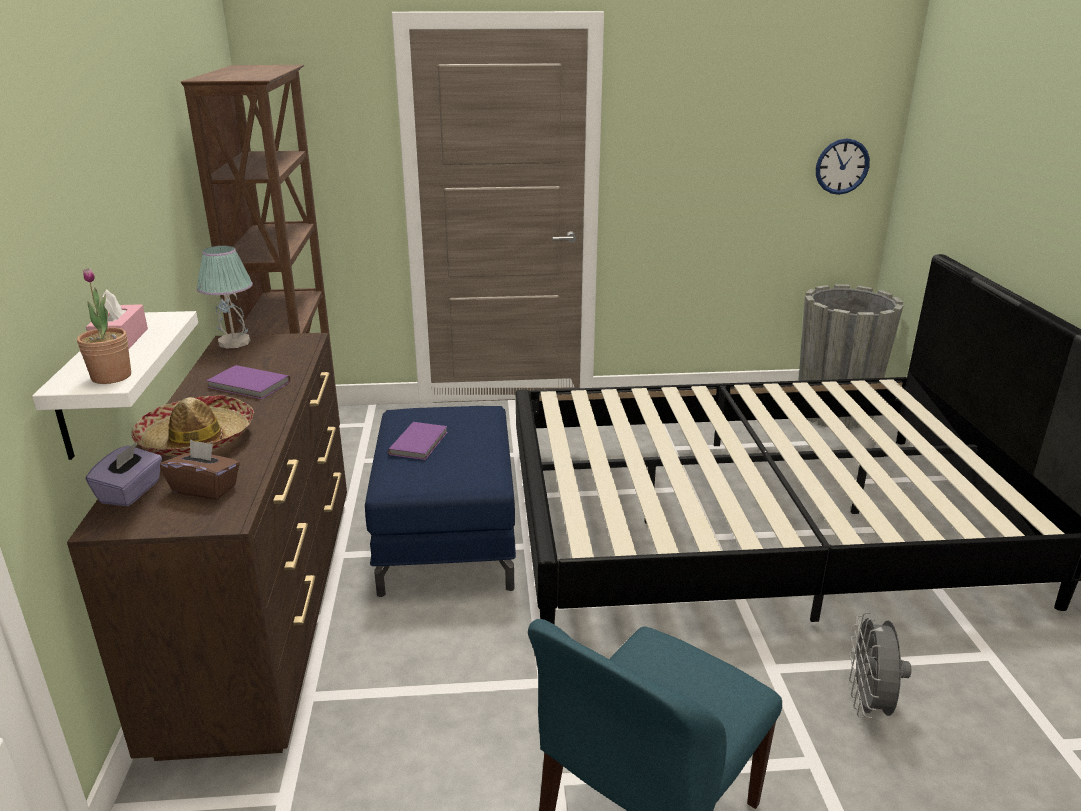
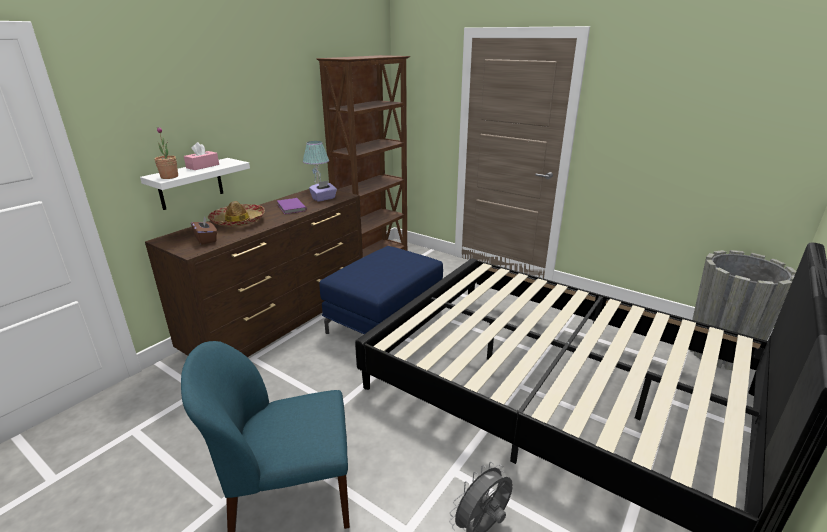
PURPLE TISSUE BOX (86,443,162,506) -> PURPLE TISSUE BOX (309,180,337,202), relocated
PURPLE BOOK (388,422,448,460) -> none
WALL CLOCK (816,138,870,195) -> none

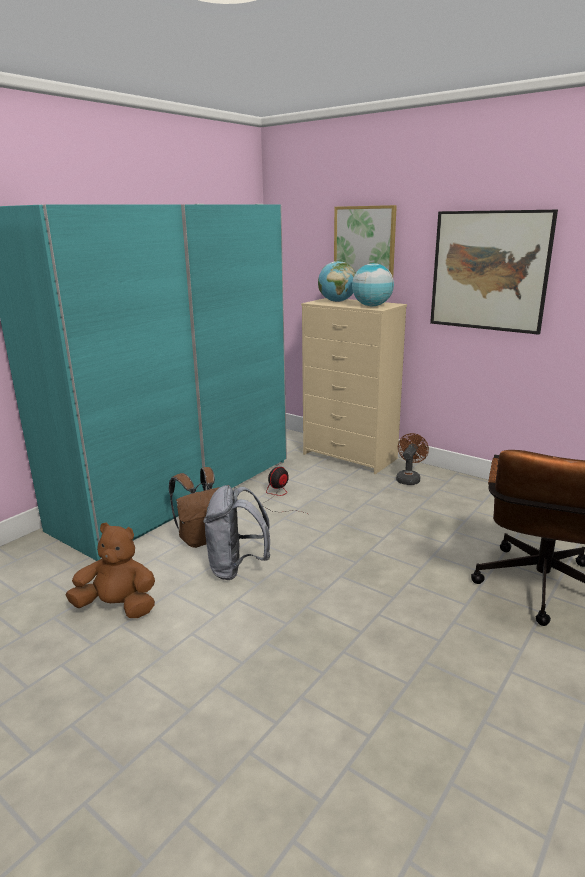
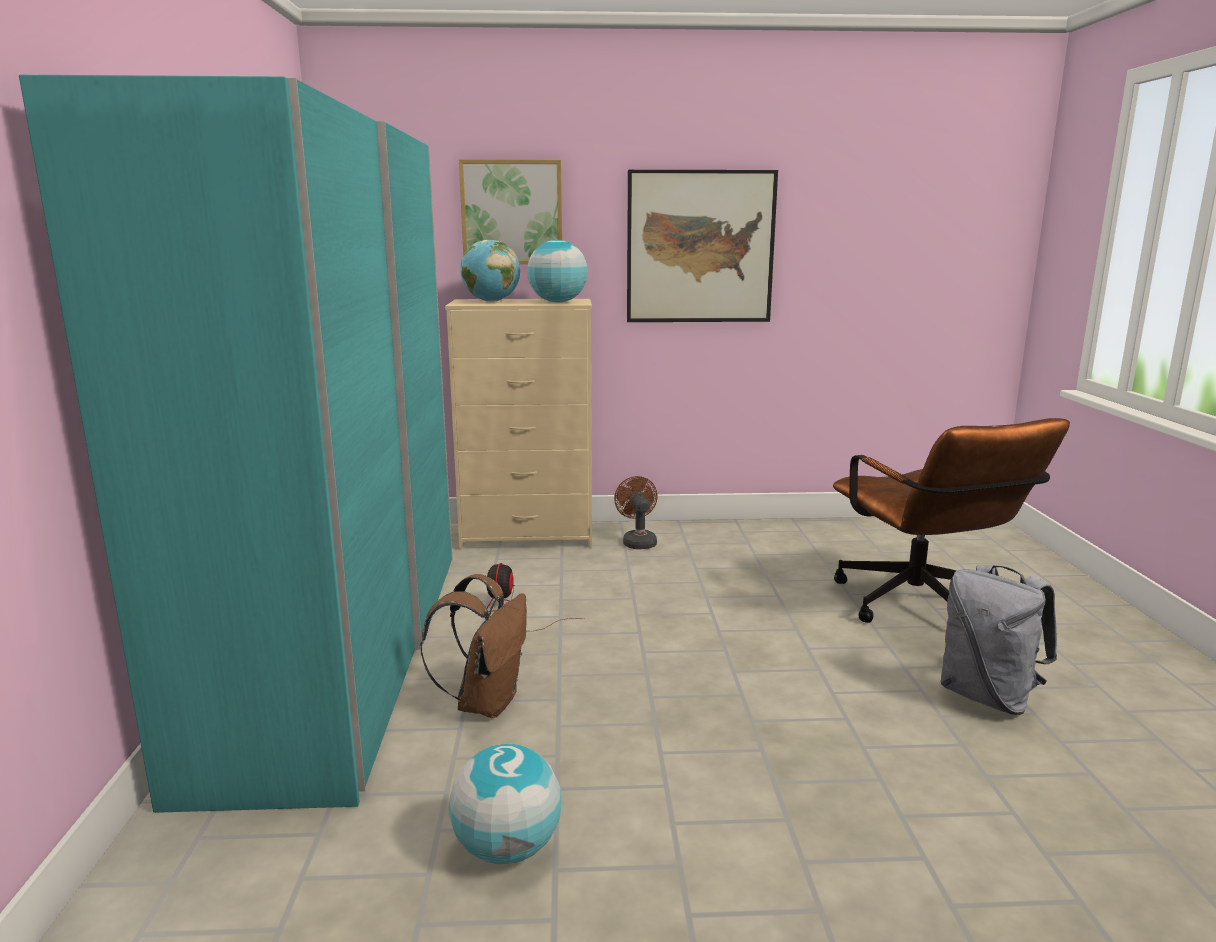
BROWN PLUSH TOY (66,523,155,618) -> GLOBE (449,744,561,864)
GREY BACKPACK (203,485,270,580) -> GREY BACKPACK (940,565,1057,715), relocated

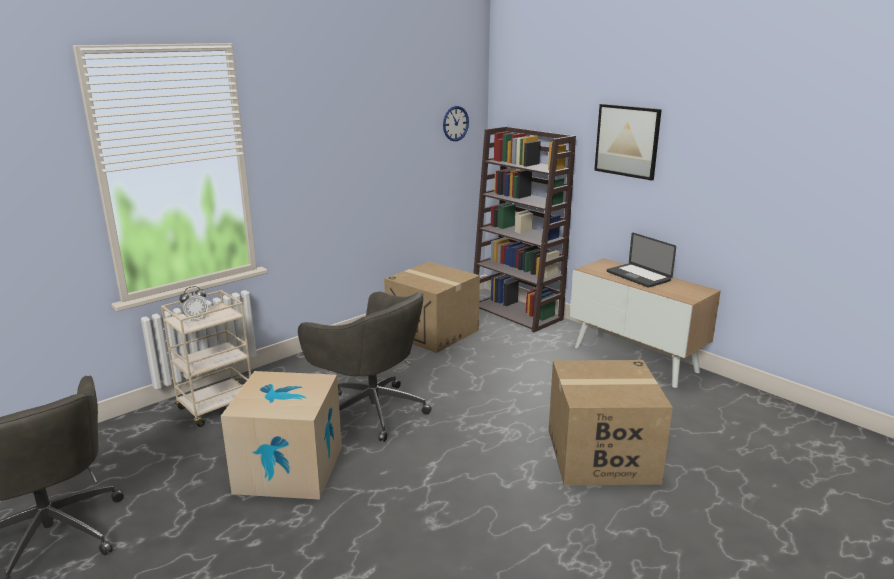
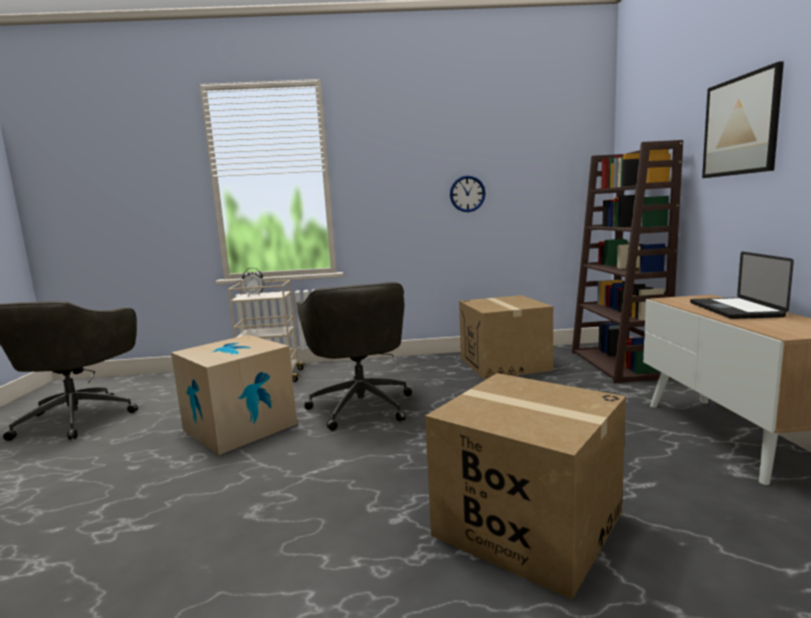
WALL CLOCK (443,106,469,141) -> WALL CLOCK (450,175,485,212), relocated

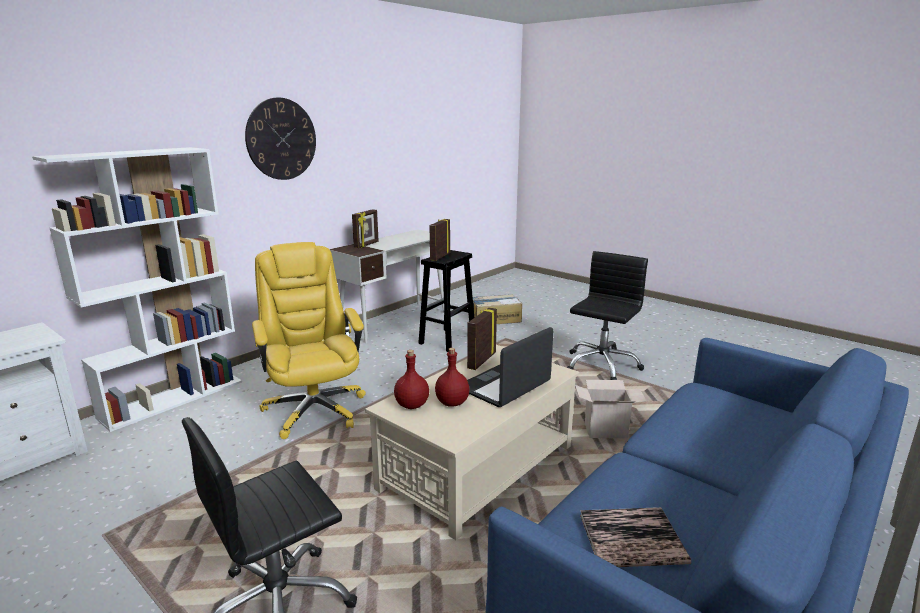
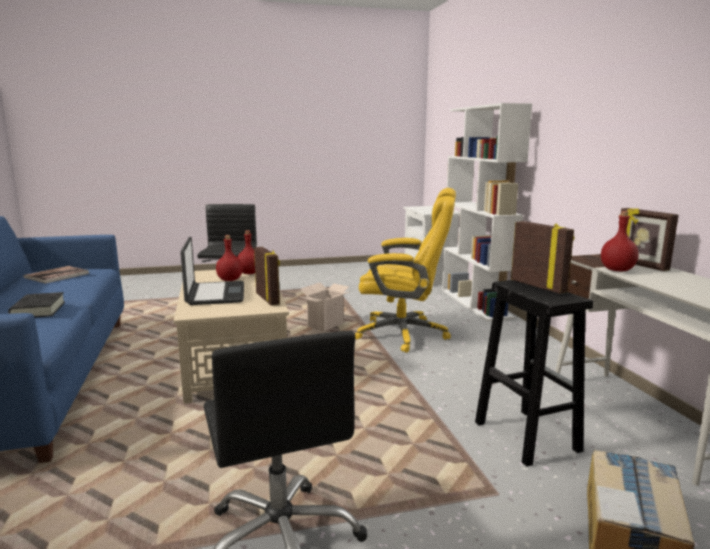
WALL CLOCK (245,98,316,180) -> none
CARDBOARD BOX (575,380,647,439) -> CARDBOARD BOX (300,282,351,331), relocated
none -> BLACK BOOK (8,292,65,318)
none -> RED BOTTLE (601,211,639,271)

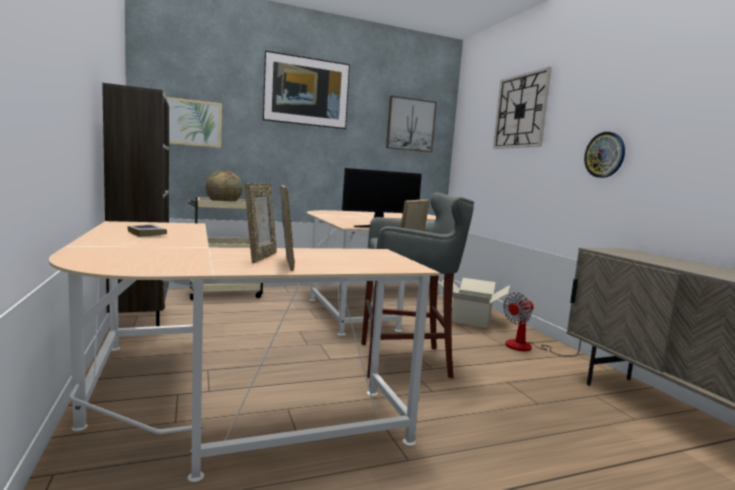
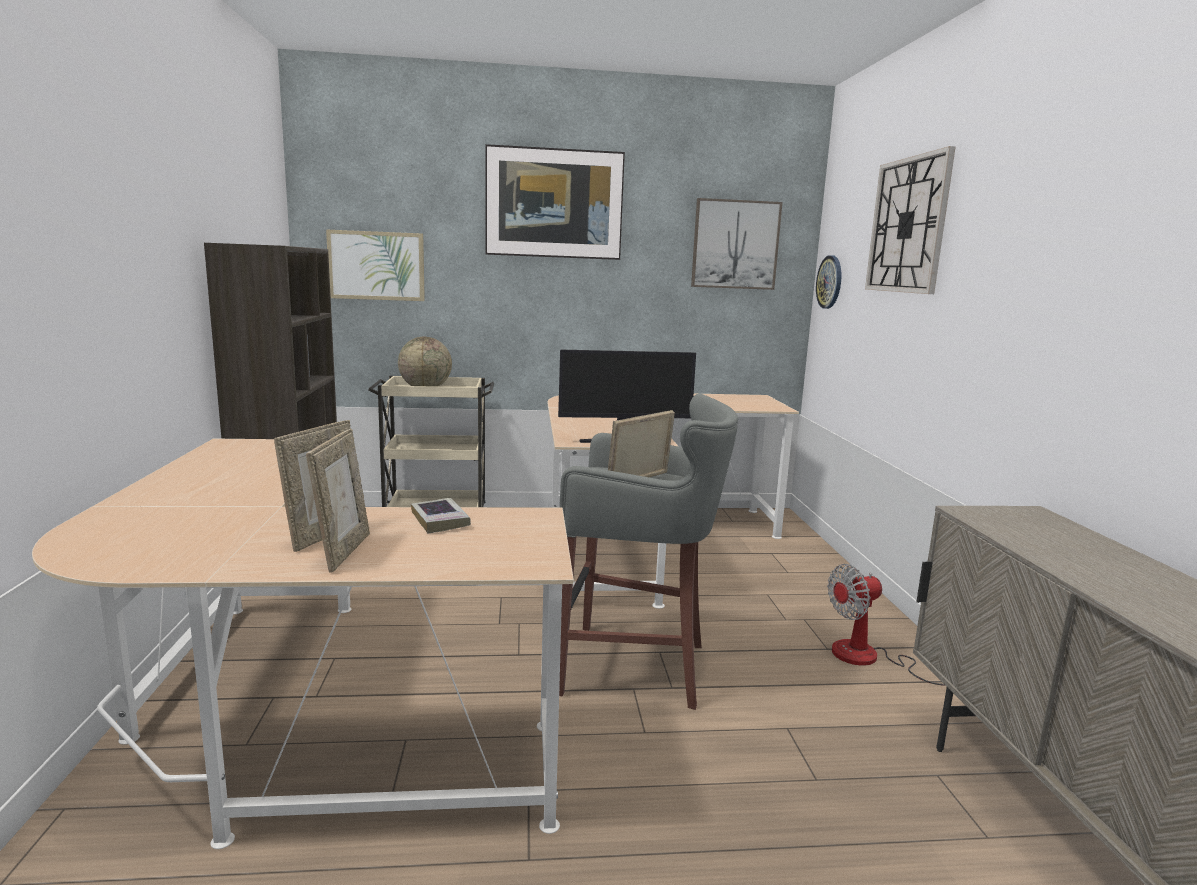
BOOK (127,224,167,237) -> BOOK (411,498,471,533), relocated
CARDBOARD BOX (440,278,510,328) -> none
WALL CLOCK (584,132,625,178) -> WALL CLOCK (816,255,841,309), relocated

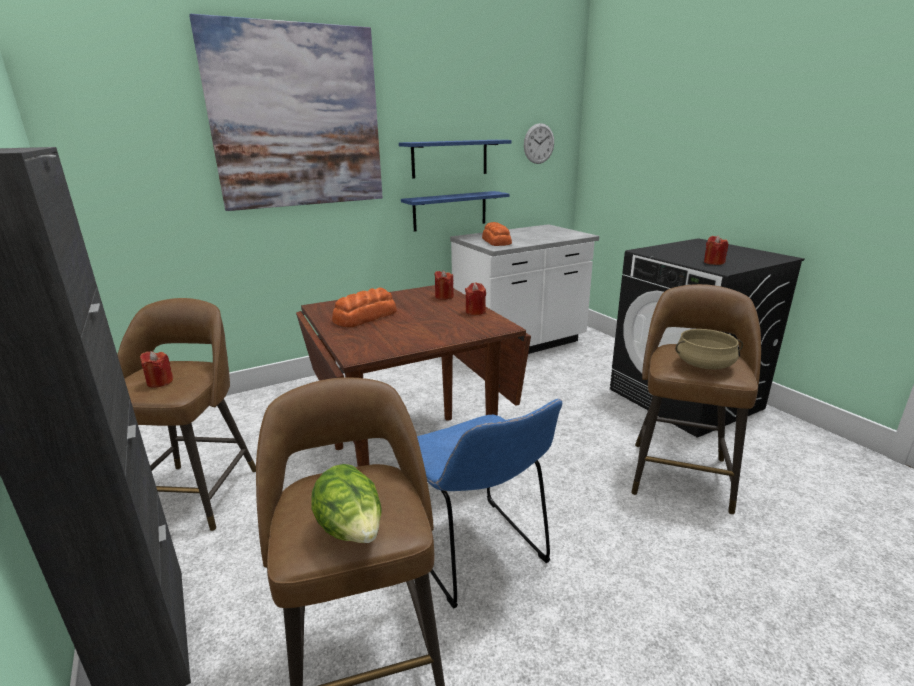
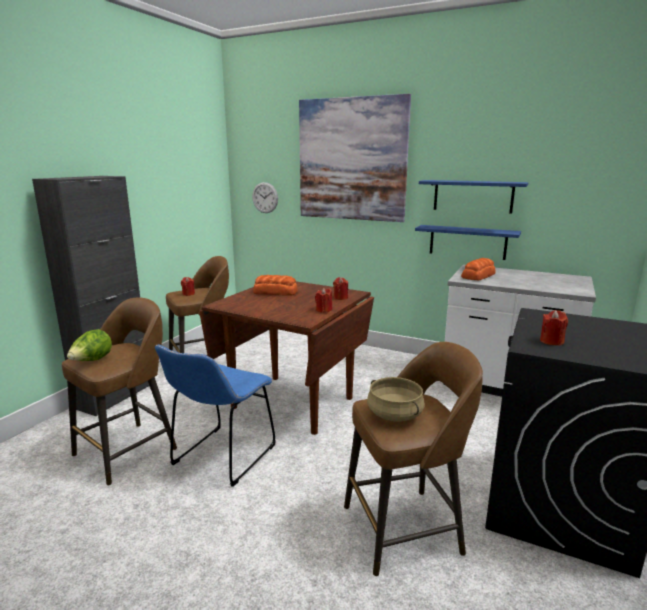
WALL CLOCK (524,123,554,164) -> WALL CLOCK (252,182,278,213), relocated

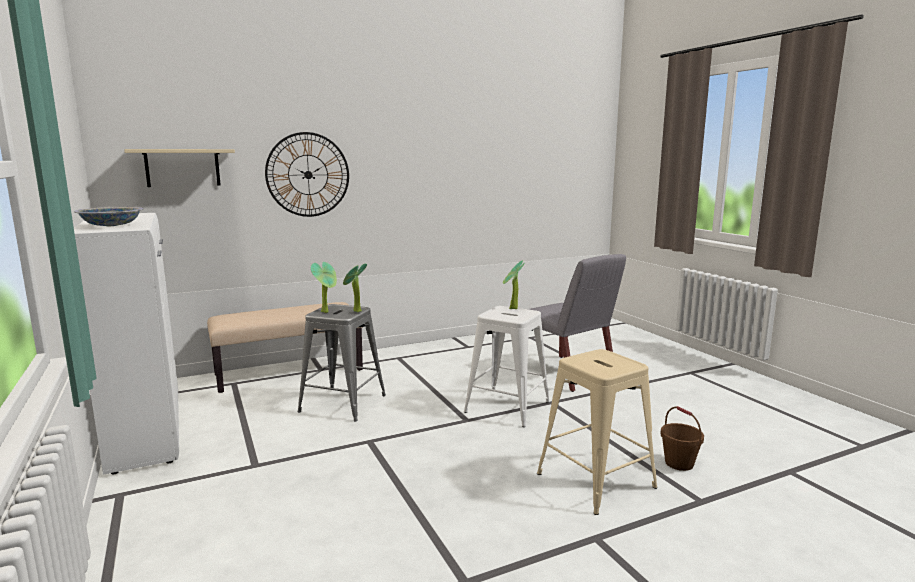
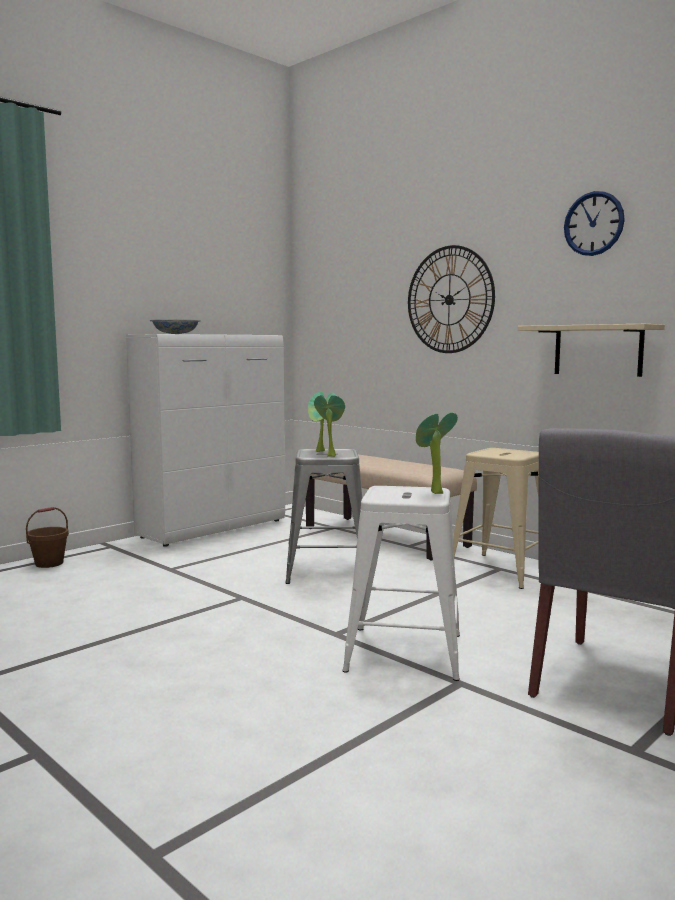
BEIGE SHELF (124,149,235,187) -> BEIGE SHELF (518,324,665,377), relocated
BEIGE STOOL (537,349,657,515) -> BEIGE STOOL (453,448,539,589), relocated
BROWN BUCKET (660,406,704,471) -> BROWN BUCKET (26,507,69,568), relocated
none -> WALL CLOCK (564,191,625,256)

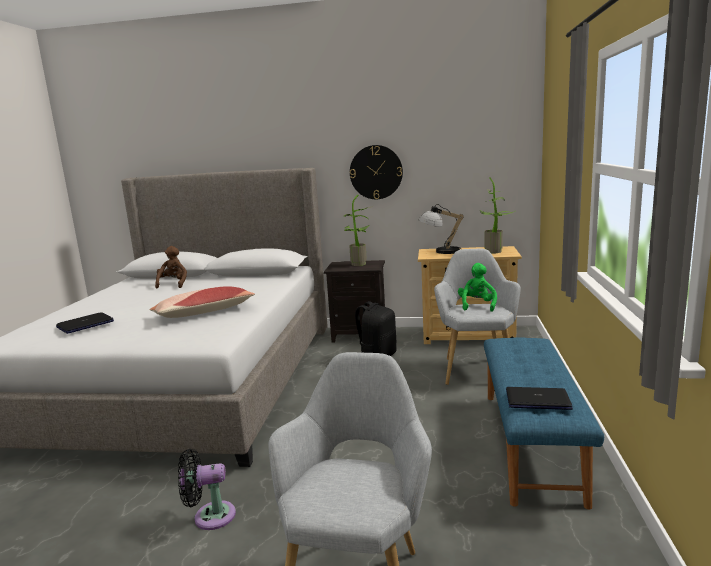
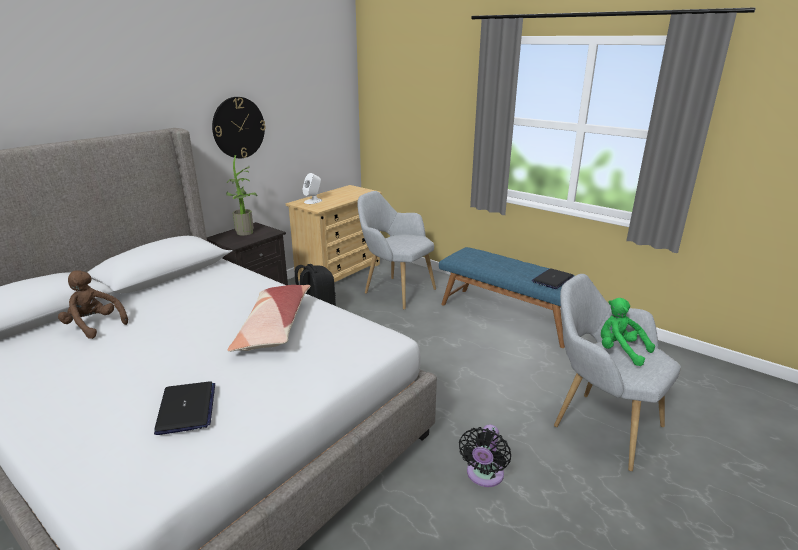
TABLE LAMP (419,204,464,254) -> WHITE SPEAKER (302,173,322,204)
GREEN PLUSH TOY (458,263,497,312) -> GREEN PLUSH TOY (601,298,655,366), relocated
POTTED PLANT (480,177,515,253) -> none

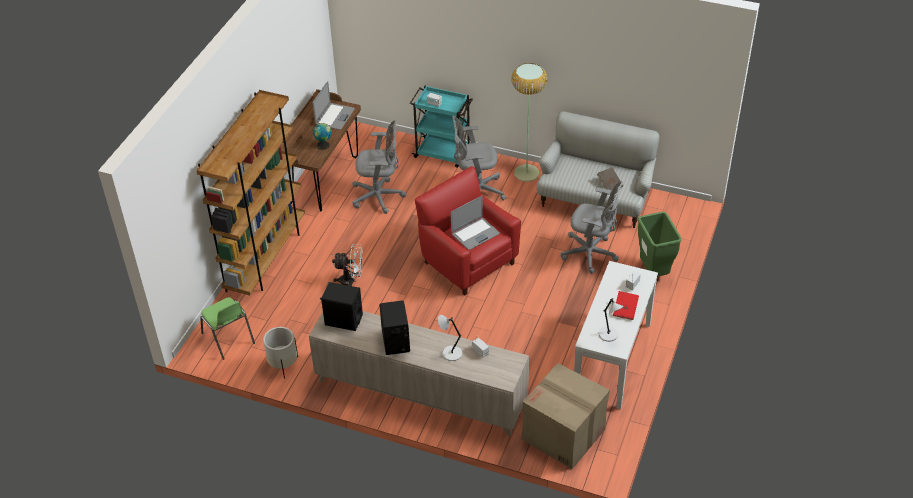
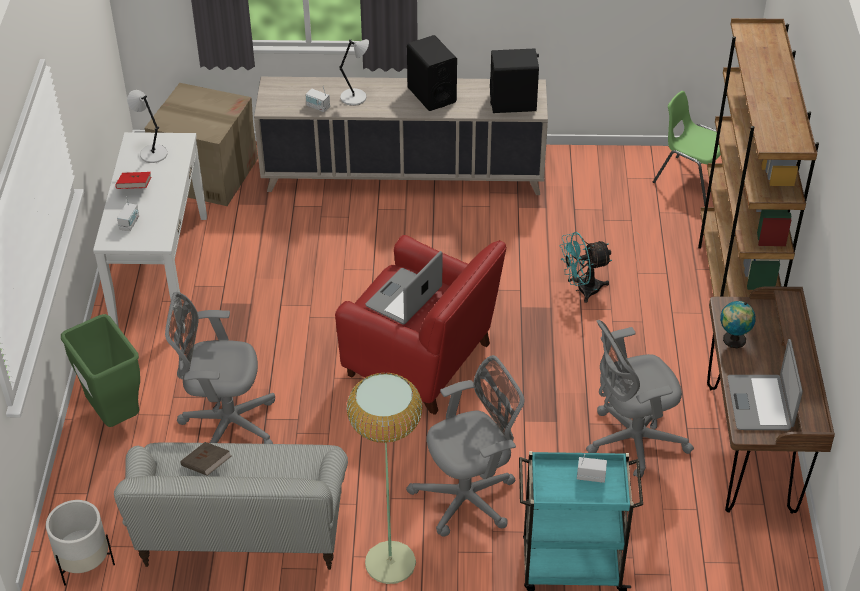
WHITE PLANTER (263,327,298,378) -> WHITE PLANTER (46,500,115,586), relocated
WHITE FAN (332,244,363,286) -> TURQUOISE FAN (559,232,612,303)

